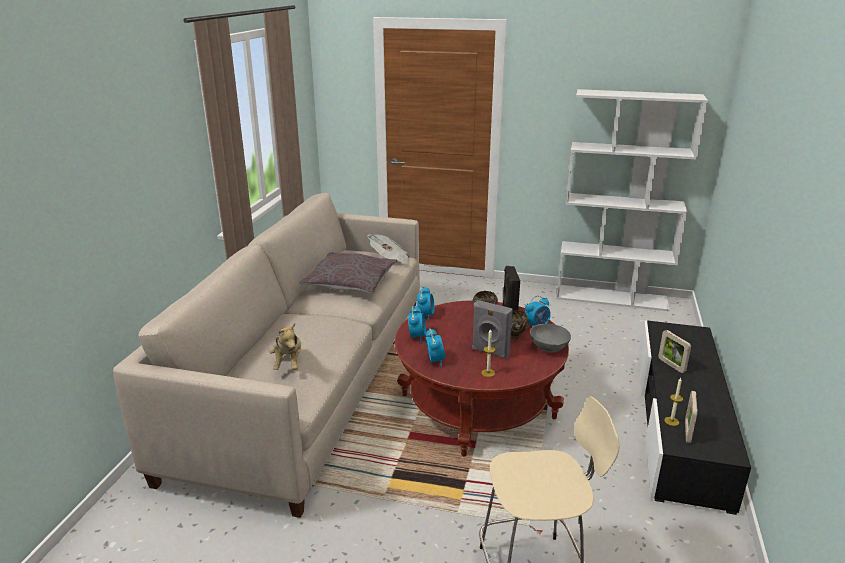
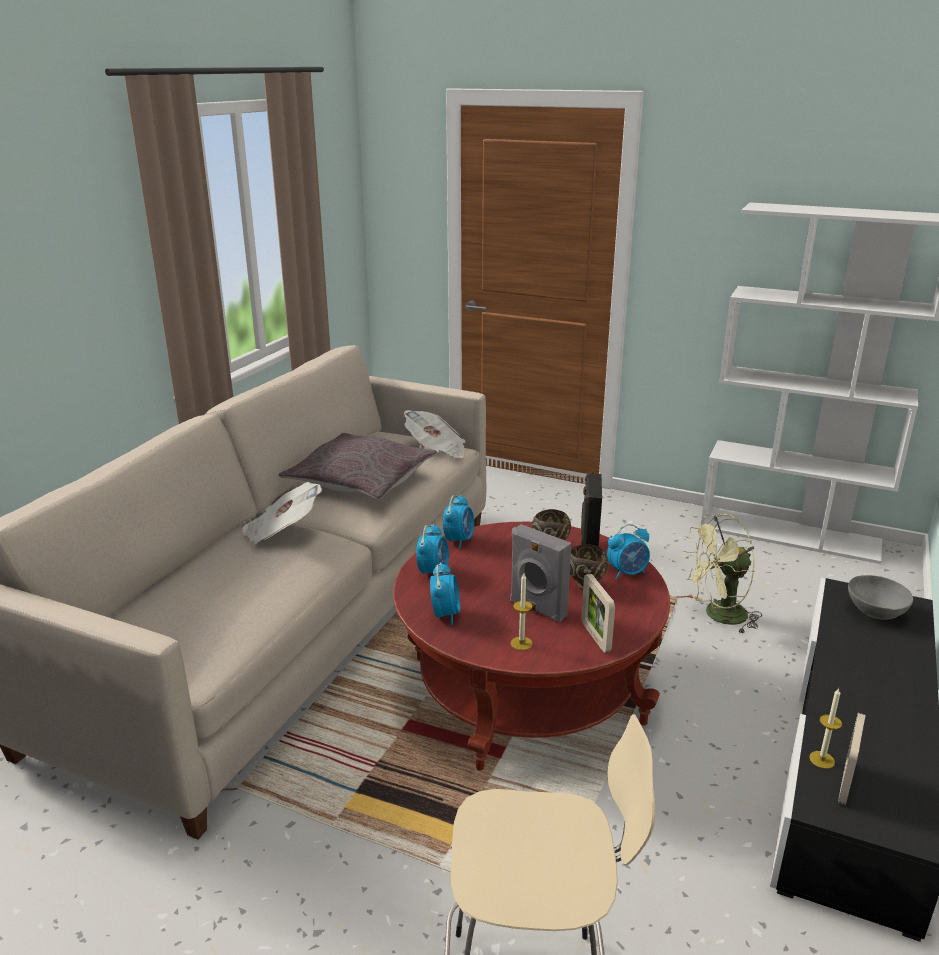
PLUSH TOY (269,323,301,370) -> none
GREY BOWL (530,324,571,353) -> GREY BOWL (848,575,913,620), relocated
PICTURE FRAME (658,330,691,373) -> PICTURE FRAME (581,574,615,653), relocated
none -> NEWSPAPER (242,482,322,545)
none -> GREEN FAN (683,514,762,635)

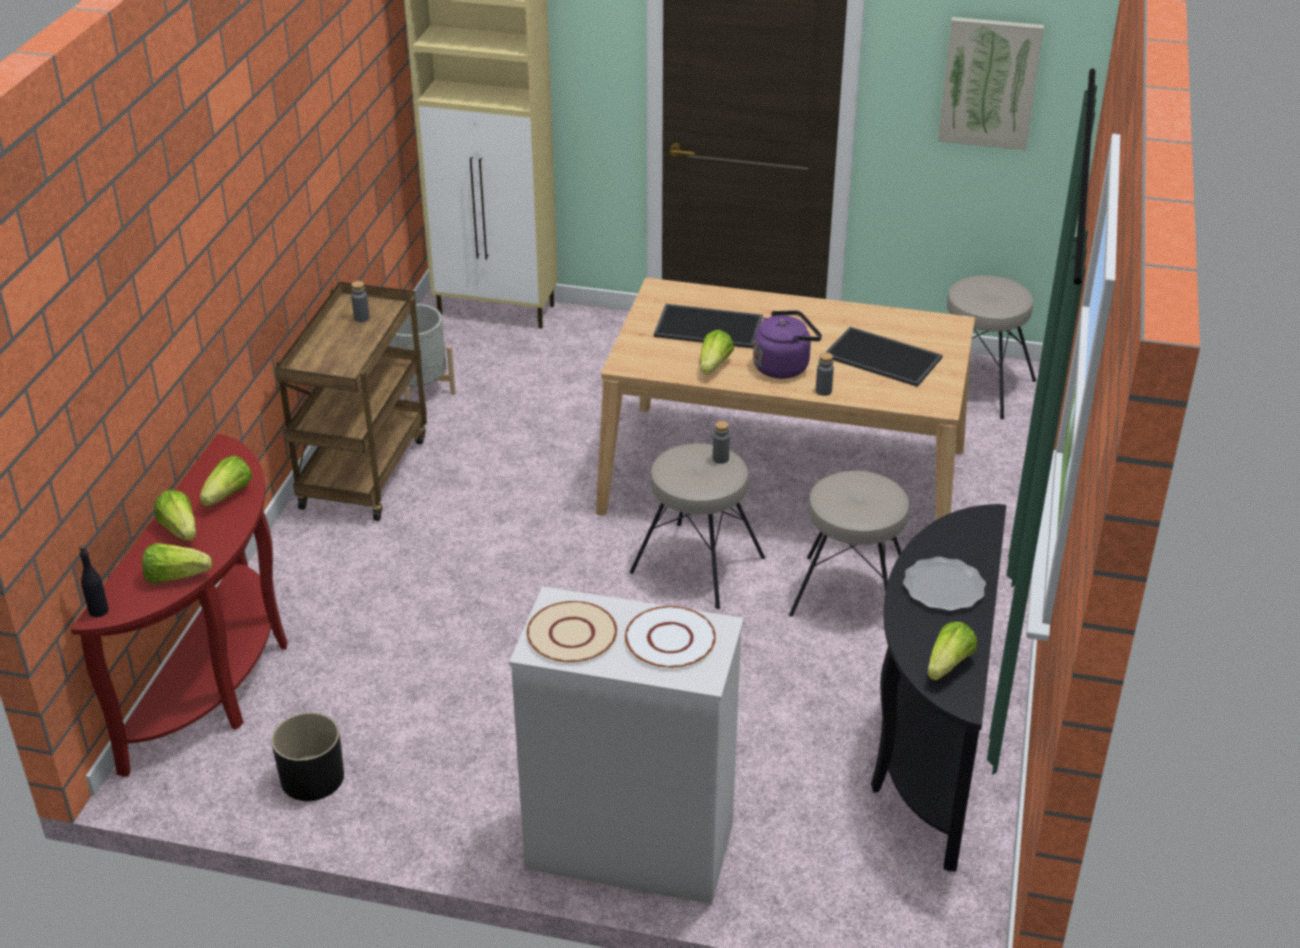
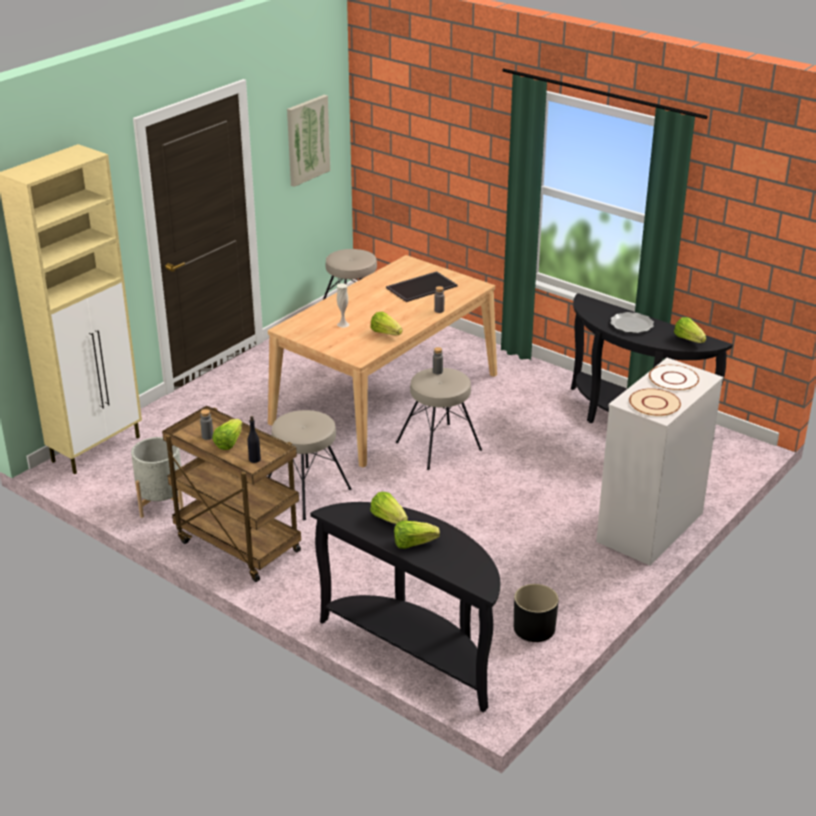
RED CONSOLE TABLE (71,434,287,777) -> BLACK CONSOLE TABLE (310,502,500,712)
BLACK BOTTLE (79,545,109,617) -> BLACK BOTTLE (248,416,261,463), relocated
LETTUCE (142,543,212,584) -> LETTUCE (212,419,243,450), relocated
TRAY (654,304,763,349) -> WHITE VASE (337,283,349,328)
PURPLE KETTLE (753,310,822,379) -> none
BEIGE STOOL (789,471,909,616) -> BEIGE STOOL (268,410,352,520), relocated

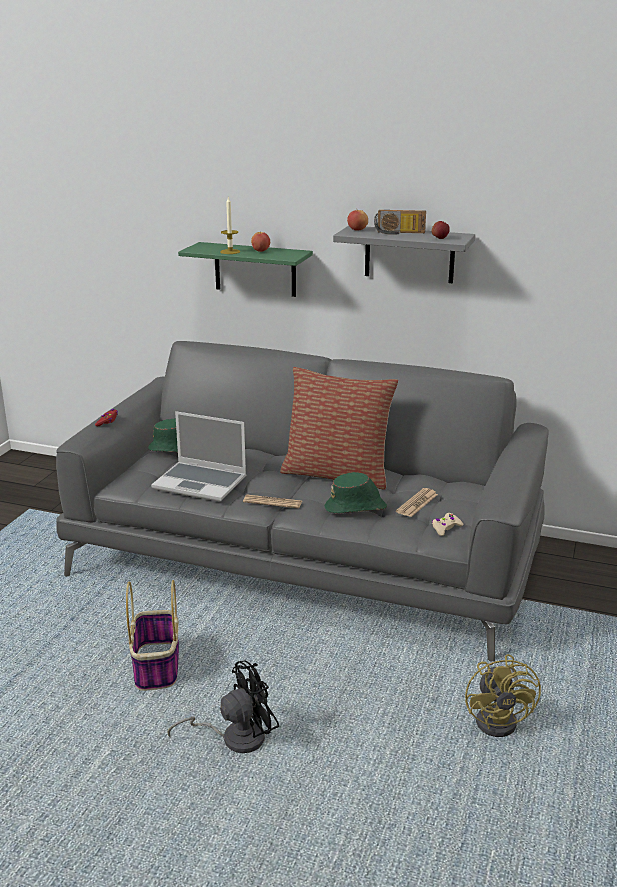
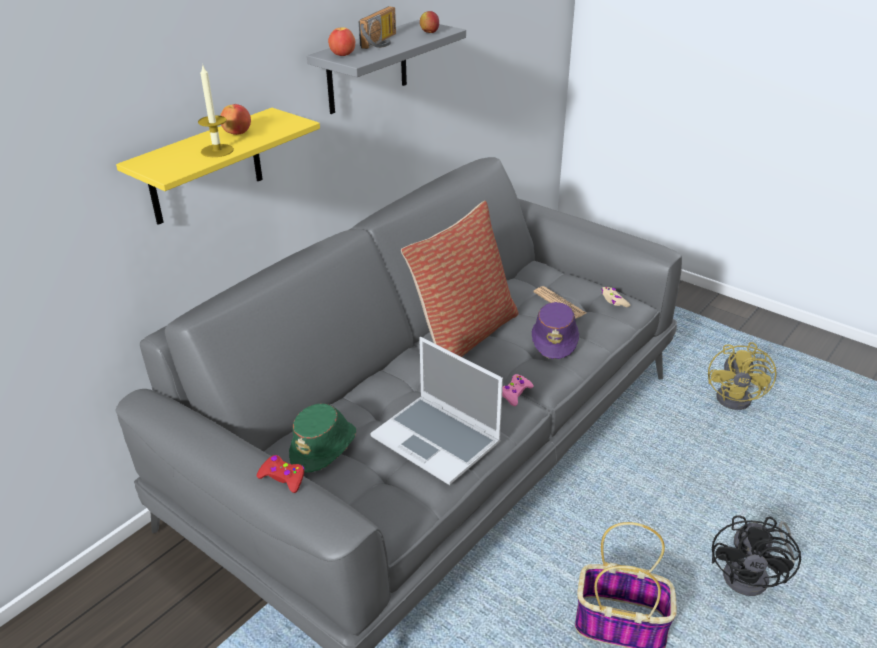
LAPTOP (151,411,246,502) -> LAPTOP (370,337,503,485), 90 degrees clockwise
BLACK FAN (167,660,279,753) -> BLACK FAN (712,515,801,596), 150 degrees counterclockwise
GREEN SHELF (178,242,313,297) -> YELLOW SHELF (116,108,320,225)
NEWSPAPER (243,495,302,509) -> PINK GAME CONTROLLER (502,374,534,406)
GREEN HAT (325,472,387,514) -> PURPLE HAT (532,302,579,359)
YELLOW FAN (465,654,541,737) -> YELLOW FAN (708,342,777,410), 90 degrees clockwise

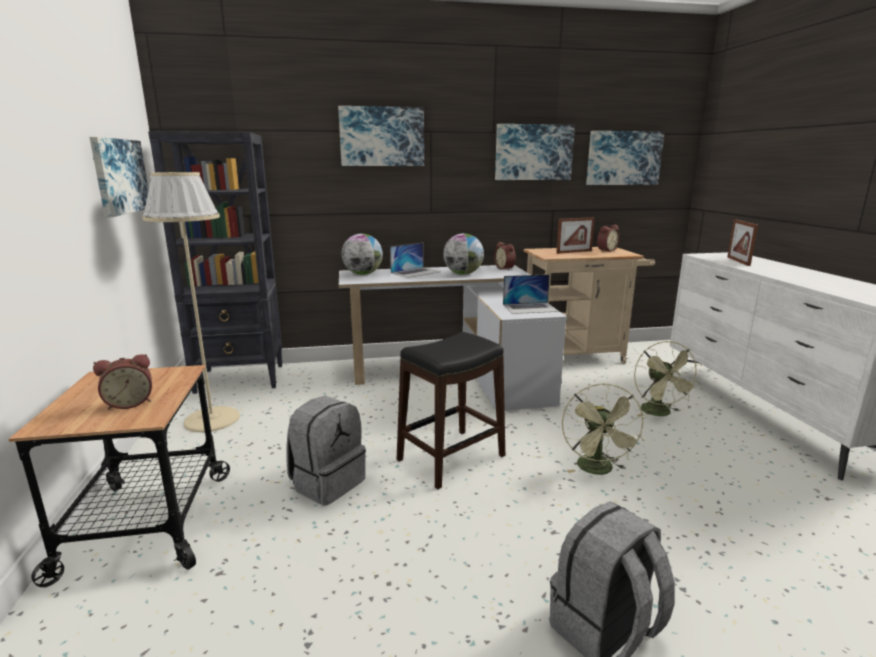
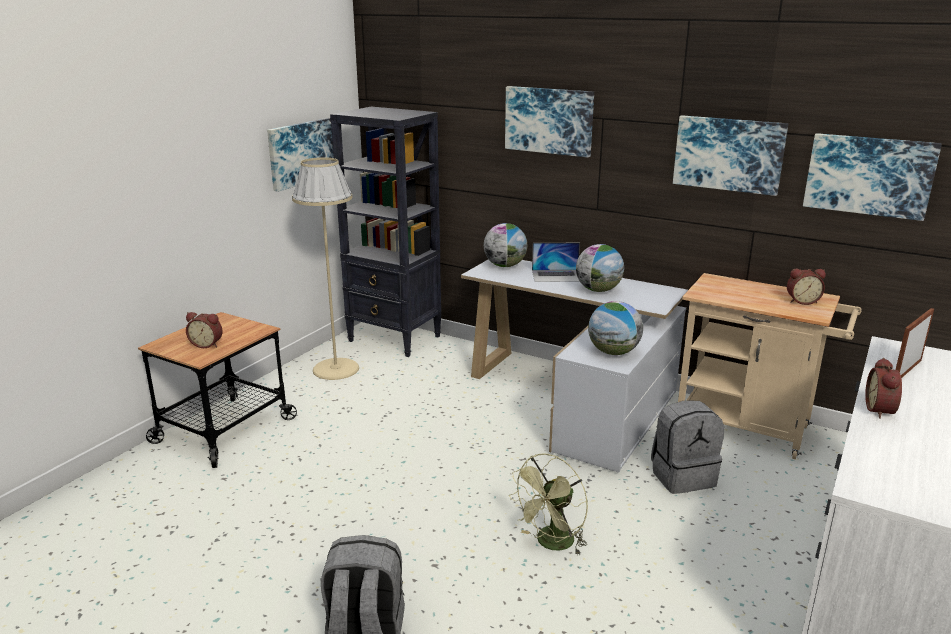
GREY BACKPACK (286,396,366,505) -> GREY BACKPACK (651,400,724,494), relocated
BLACK STOOL (397,332,505,489) -> none
ALARM CLOCK (494,242,516,270) -> ALARM CLOCK (865,358,902,419), relocated
LAPTOP (503,274,559,314) -> GLOBE (588,301,643,355)
PICTURE FRAME (556,217,595,254) -> none
GREEN FAN (634,341,701,417) -> none

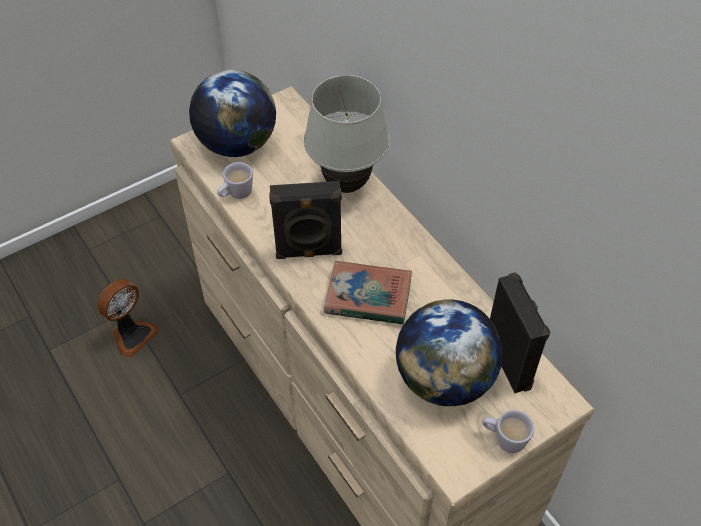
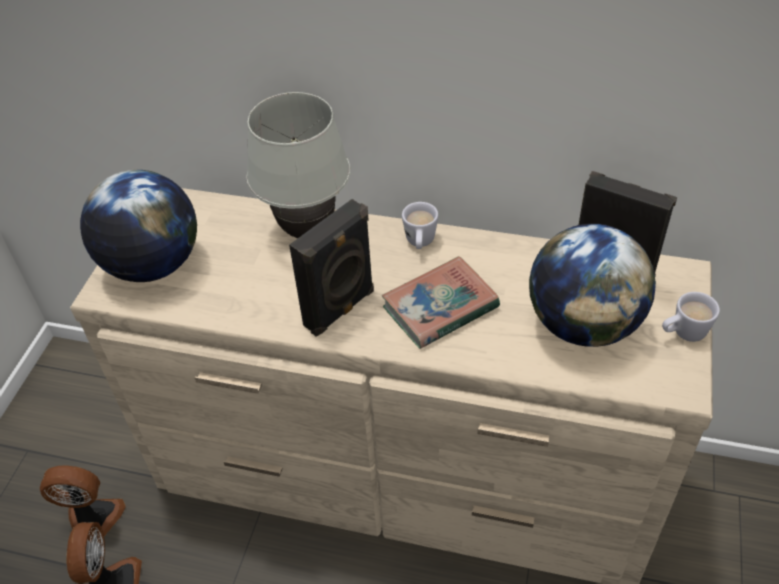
WHITE MUG (217,162,253,199) -> WHITE MUG (402,202,438,249), relocated
none -> FAN (40,465,126,537)

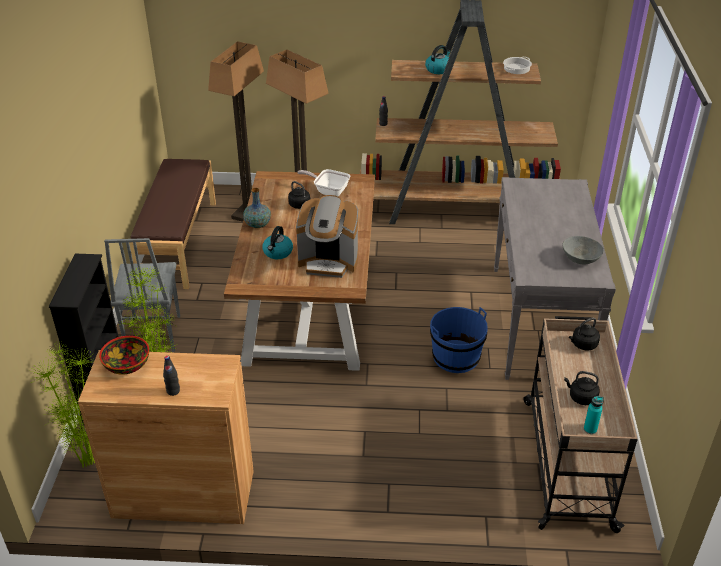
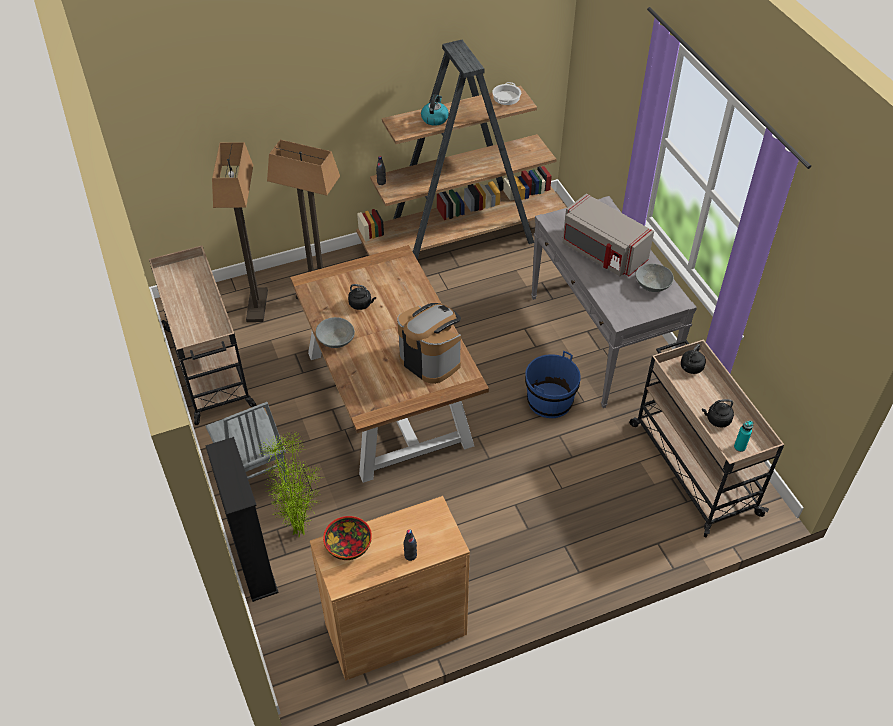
POTTED PLANT (31,341,95,468) -> none
BROWN BENCH (129,159,216,289) -> BEIGE CART (149,246,257,425)
VASE (243,188,271,228) -> GREY BOWL (316,317,355,348)
KETTLE (262,226,293,259) -> none
COFFEE MACHINE (296,195,358,278) -> COFFEE MACHINE (397,303,461,384), 120 degrees counterclockwise
FRYING PAN (297,169,351,196) -> none
none -> GREY MICROWAVE (562,193,654,276)

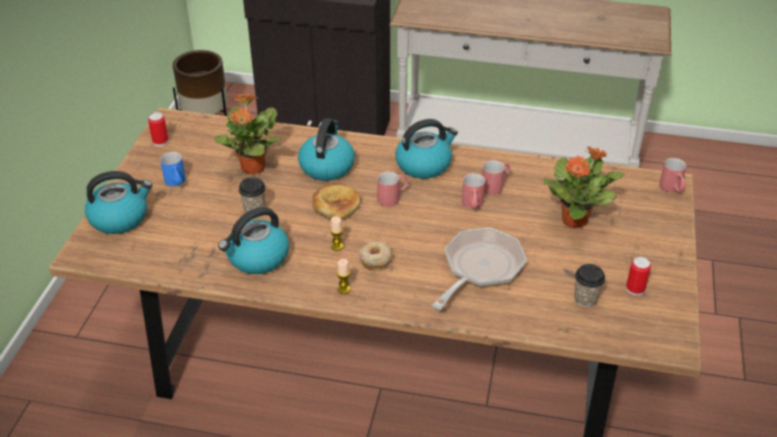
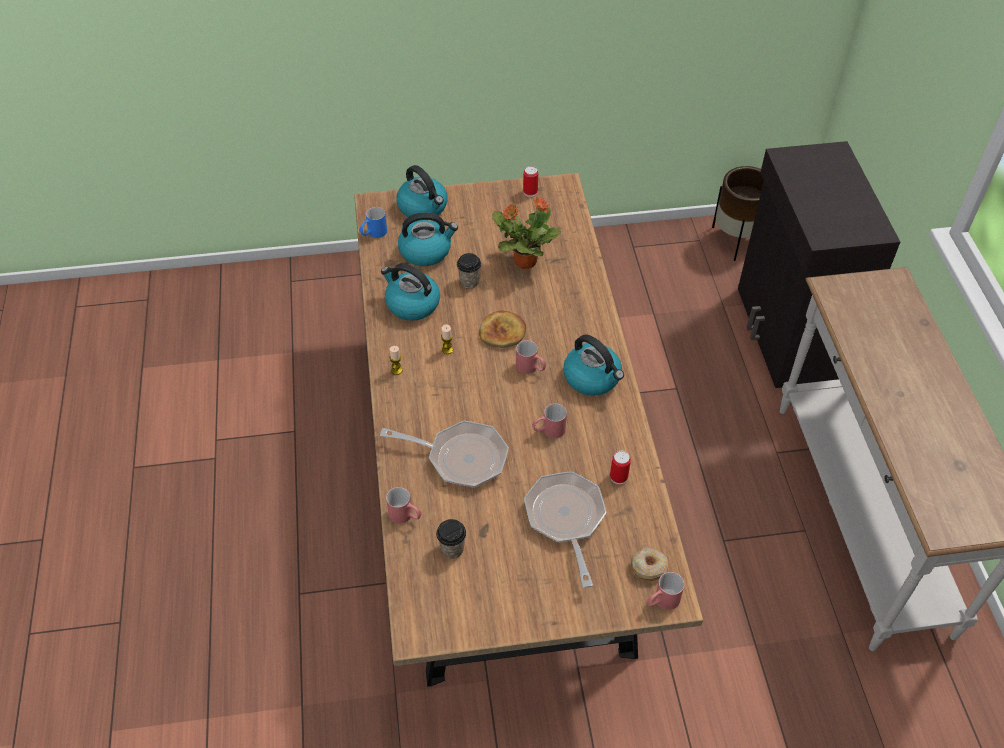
BLUE MUG (160,152,186,186) -> BLUE MUG (359,207,387,238), relocated
KETTLE (298,118,355,181) -> KETTLE (398,212,458,266), relocated
DONUT (359,241,392,271) -> DONUT (631,548,668,582), relocated
RED MUG (482,160,511,195) -> RED MUG (386,487,422,524), relocated
POTTED PLANT (543,146,625,229) -> FRYING PAN (524,471,607,588)
CAN (626,257,651,296) -> CAN (610,451,631,484), relocated

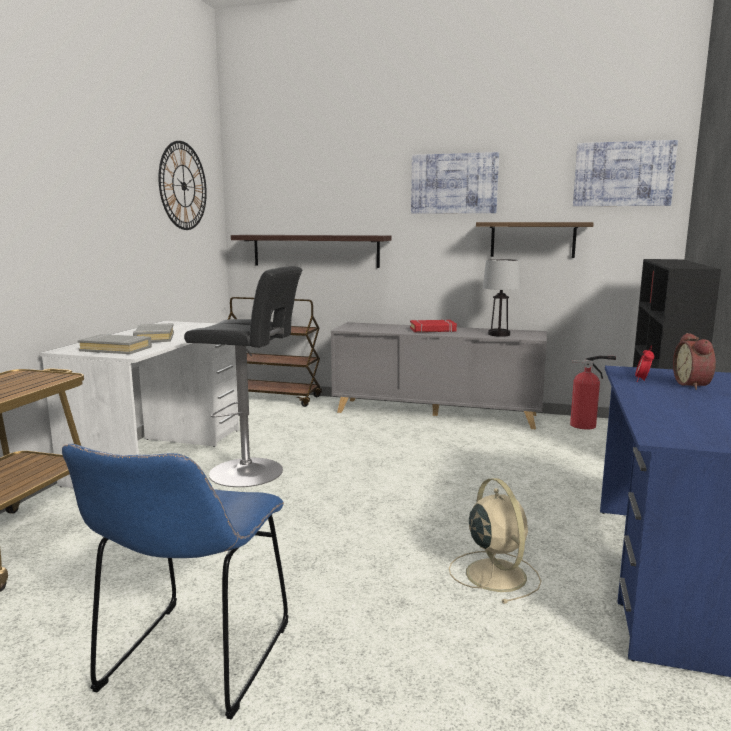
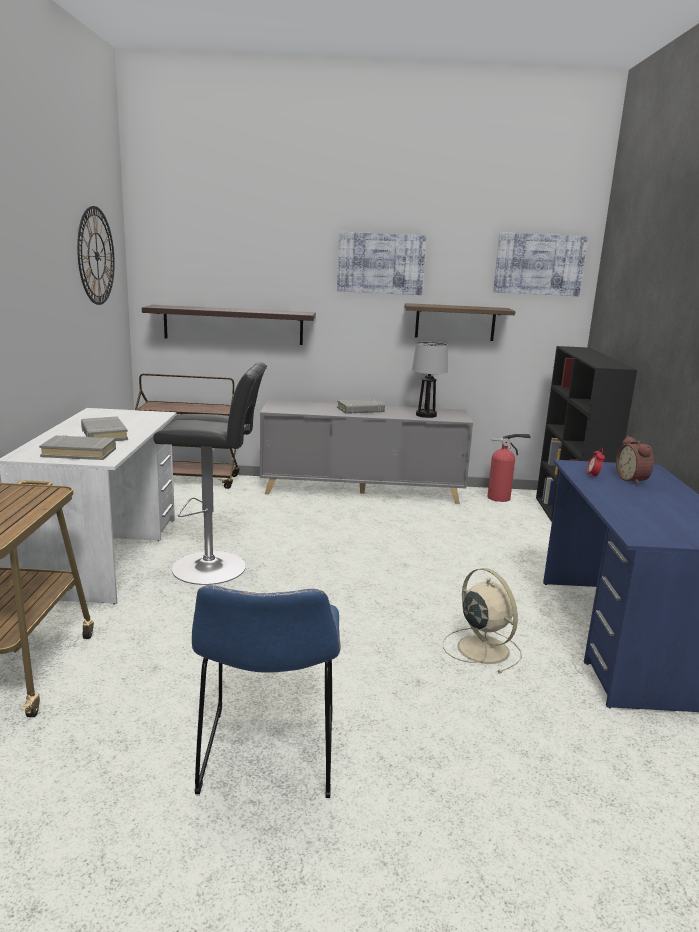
RED BOOK (410,320,457,333) -> GREY BOOK (337,399,385,414)

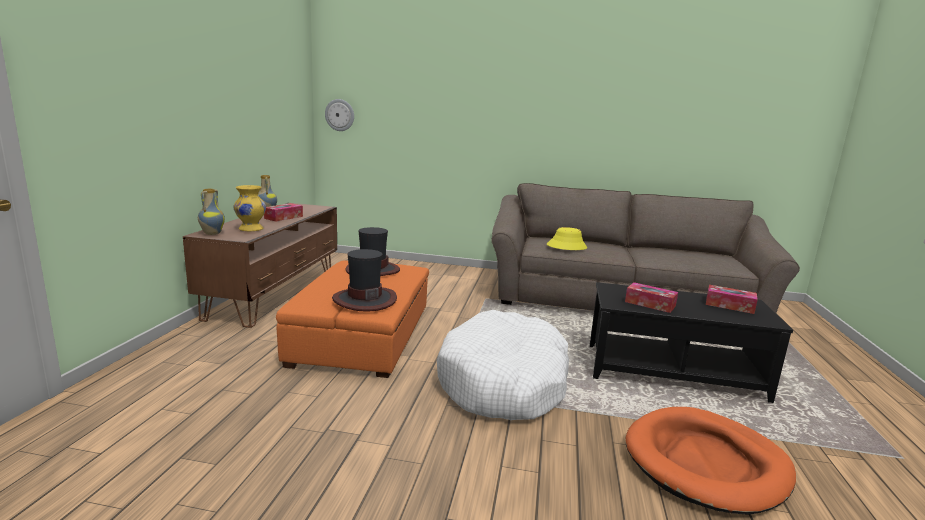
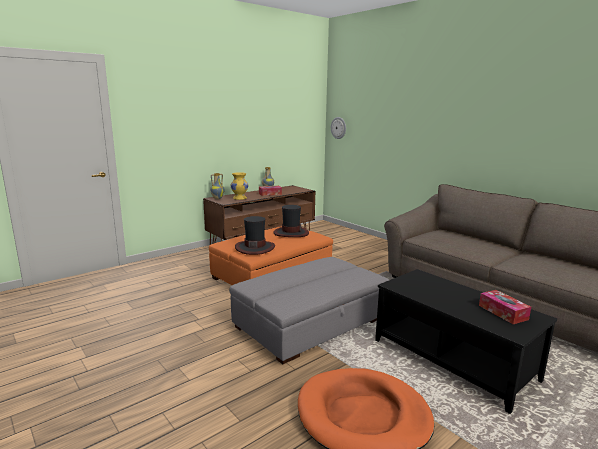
WHITE DOG BED (437,310,569,420) -> GREY OTTOMAN (229,257,389,364)
YELLOW HAT (547,227,587,250) -> none
TISSUE BOX (625,282,678,313) -> none

